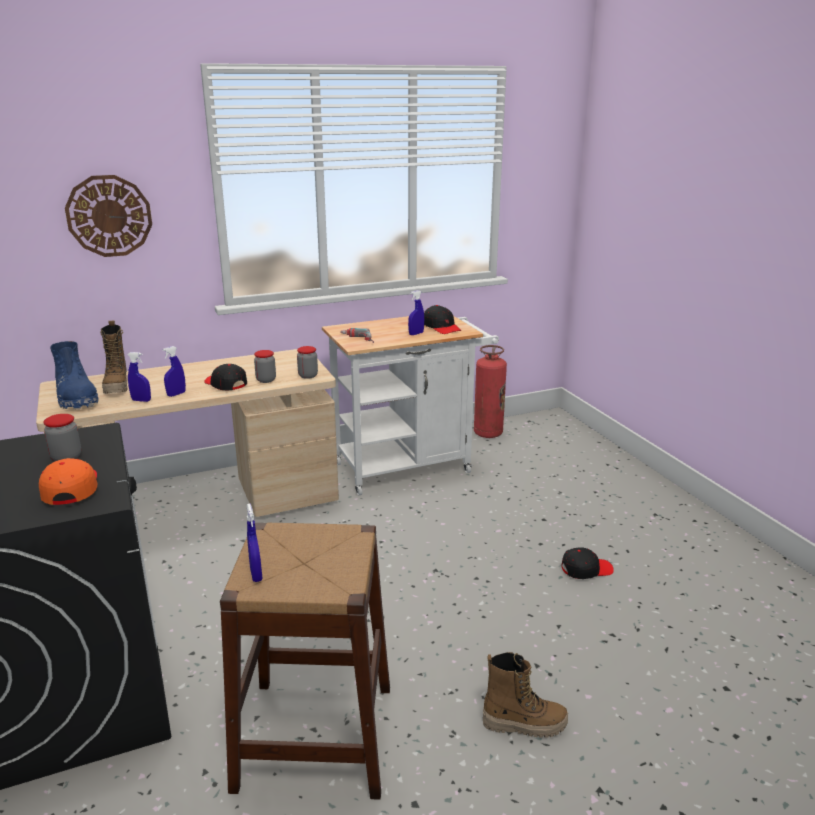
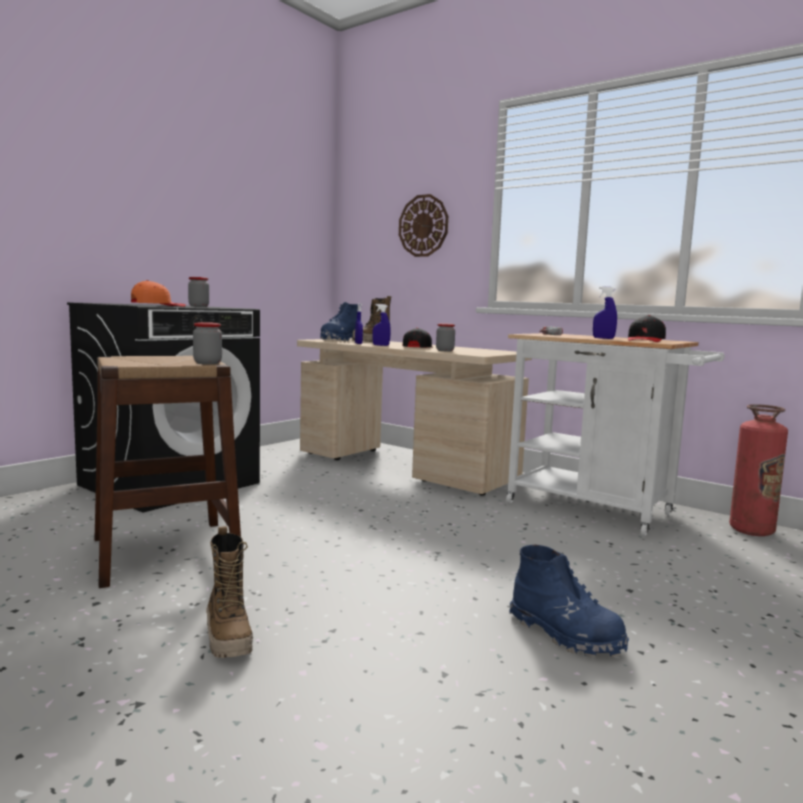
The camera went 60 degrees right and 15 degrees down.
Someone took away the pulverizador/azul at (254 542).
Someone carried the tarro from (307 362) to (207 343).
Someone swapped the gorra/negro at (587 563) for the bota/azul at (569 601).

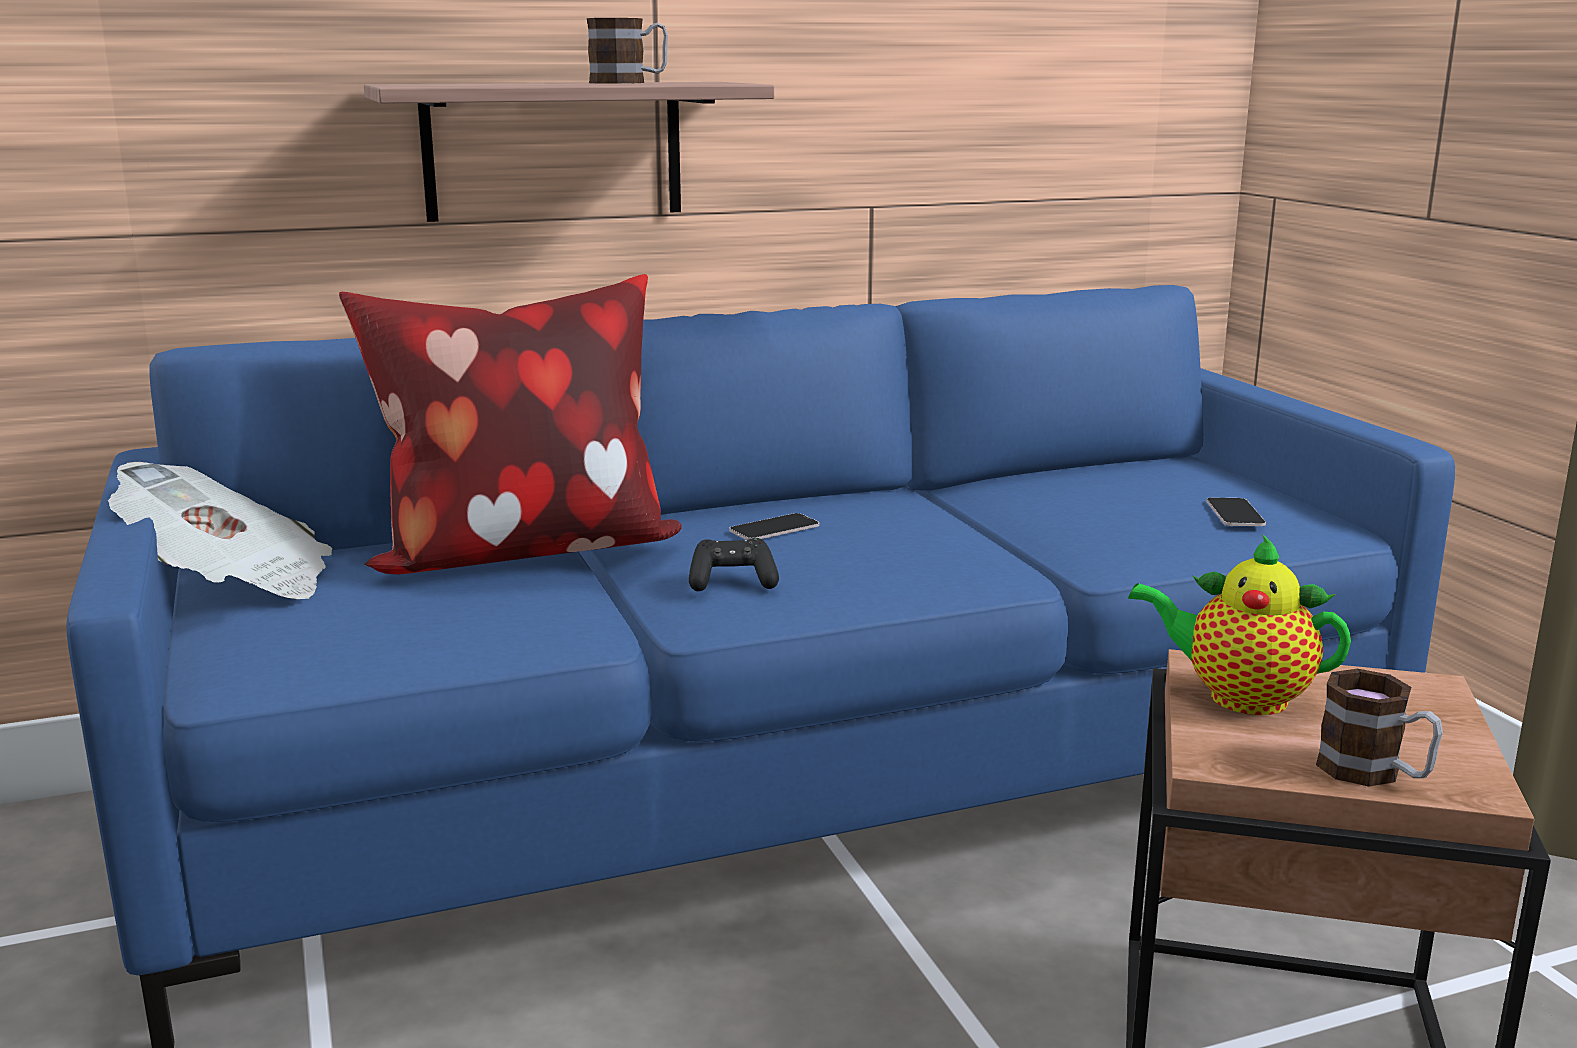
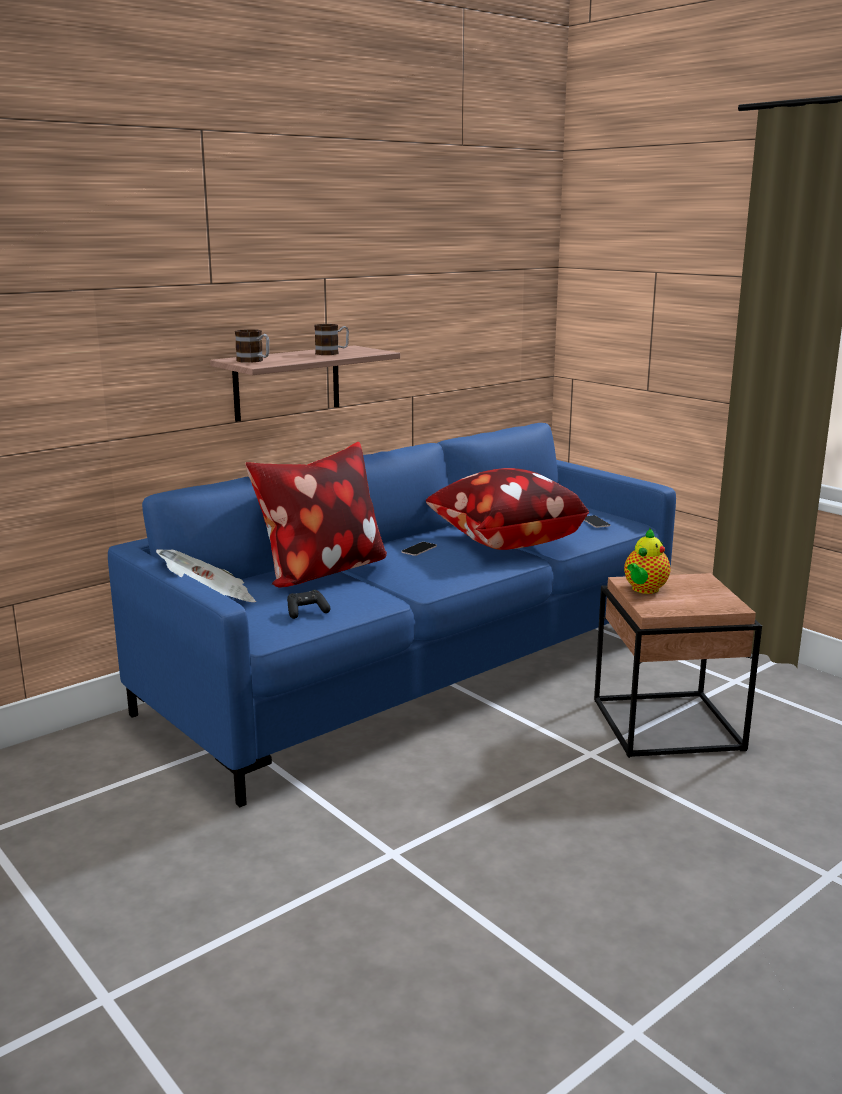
The camera went 20 degrees left and 0 degrees up.
Someone carried the mando de consola/negro from (734 564) to (308 604).
Someone rotated the tetera at (1239 625) by 60 degrees counterclockwise.
Someone carried the taza grande from (1379 728) to (252 346).
Someone put down the cojín at (507 509).

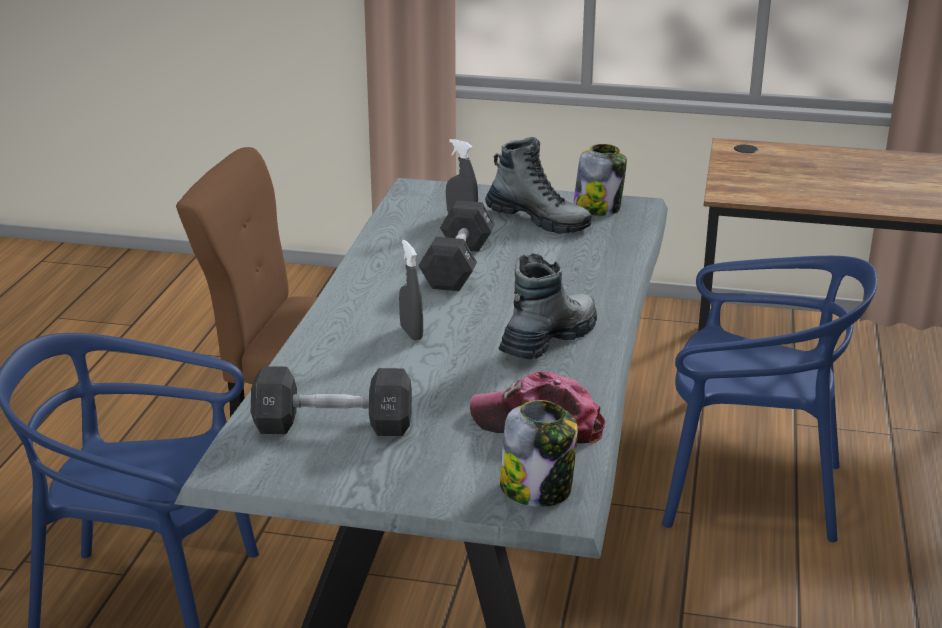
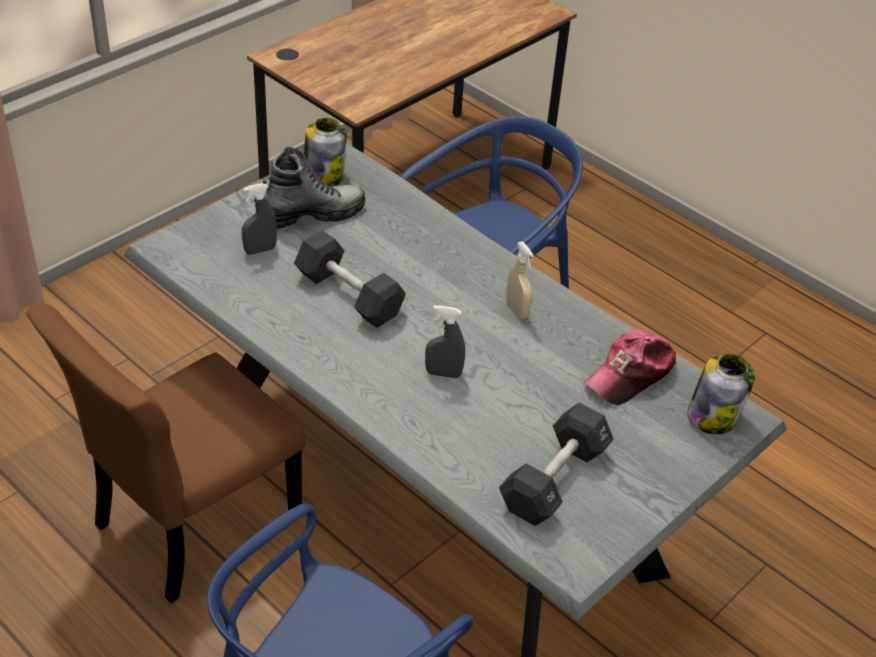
The camera went 60 degrees left and 15 degrees up.
Someone swapped the bota at (548 306) for the pulverizador/beis at (520 280).

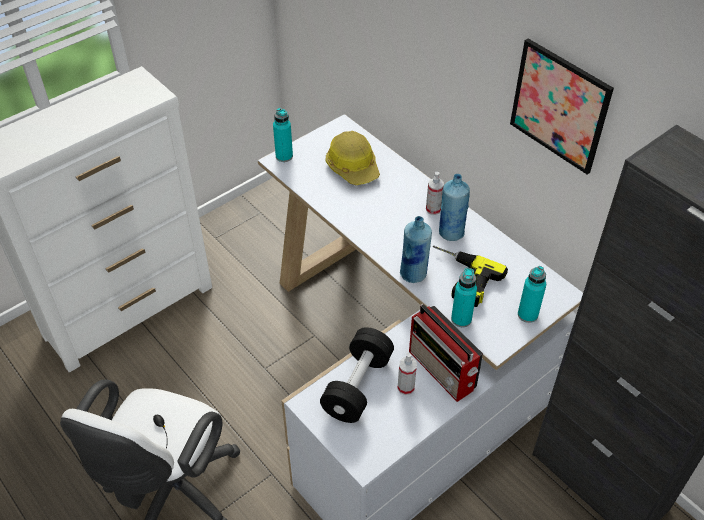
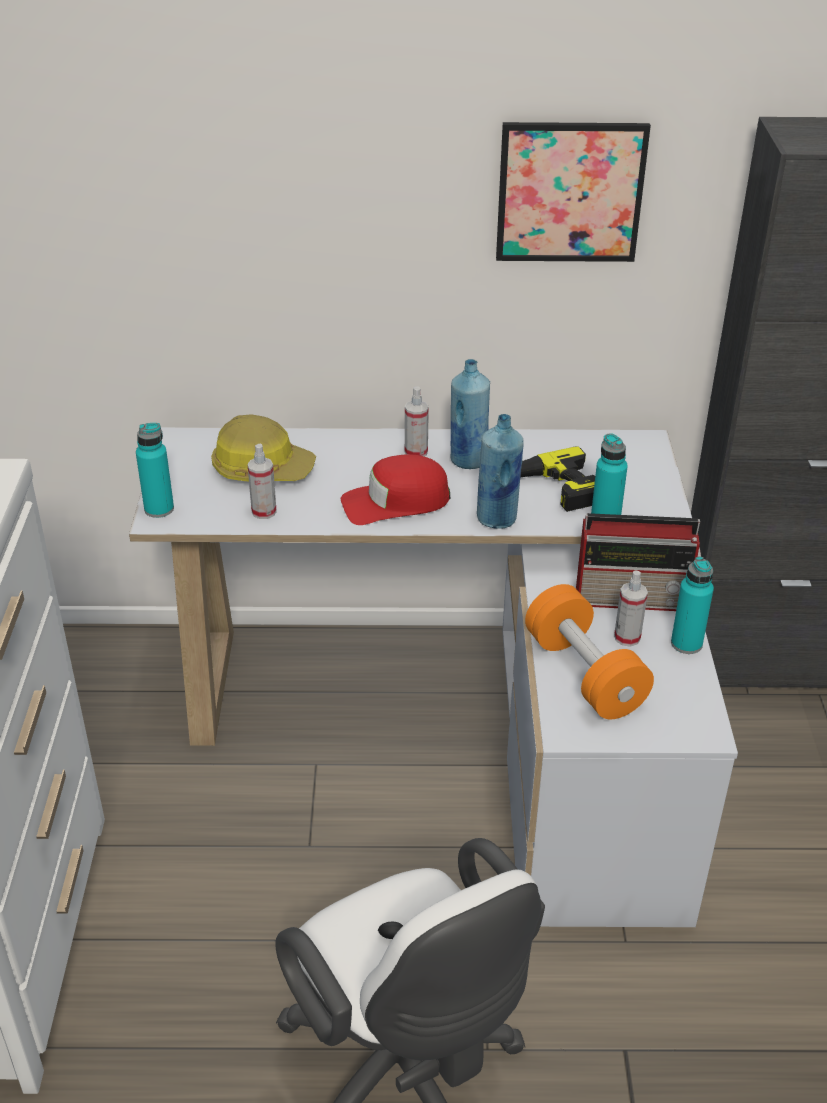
The camera went 50 degrees left and 10 degrees down.
Someone repainted the mancuerna/negro at (357 375), which became the mancuerna/naranja at (589 651).
Someone carried the botella/turquesa from (532 294) to (692 605).
Someone put down the pulverizador at (262 481).
Someone put down the gorra/rojo at (395 489).

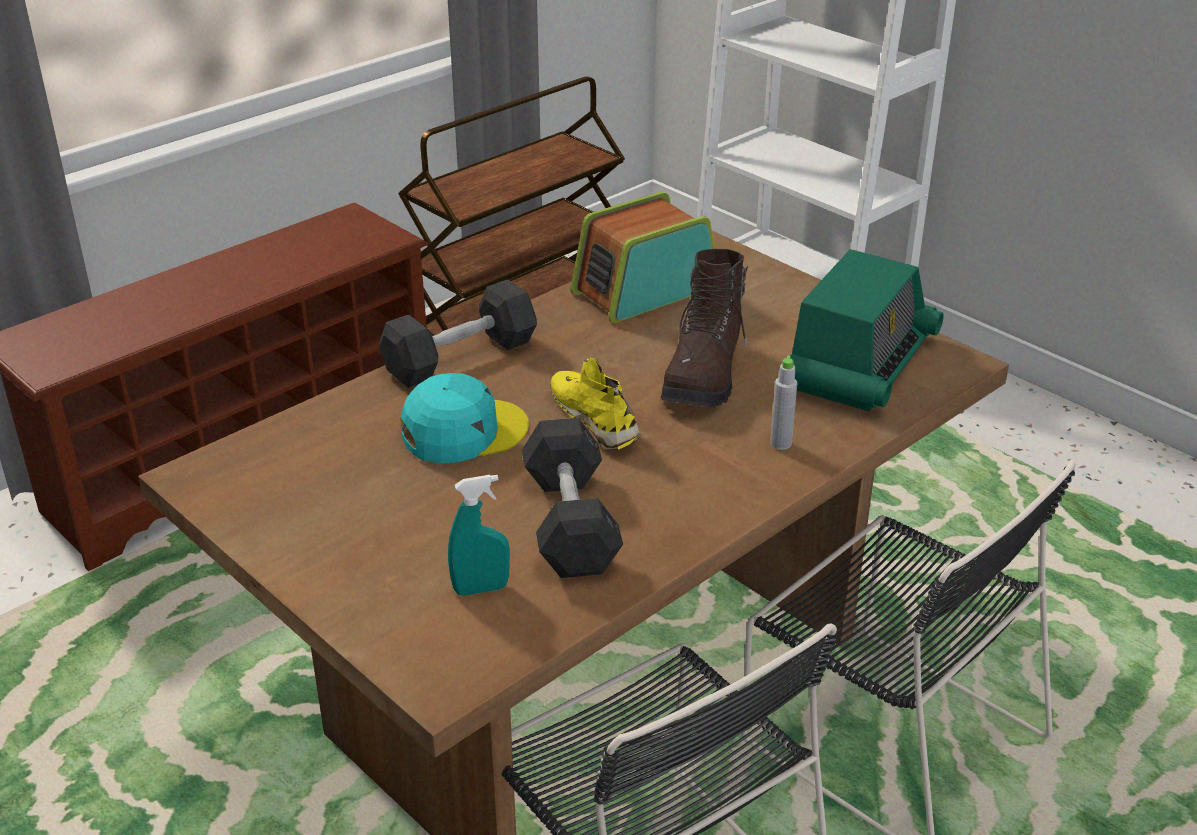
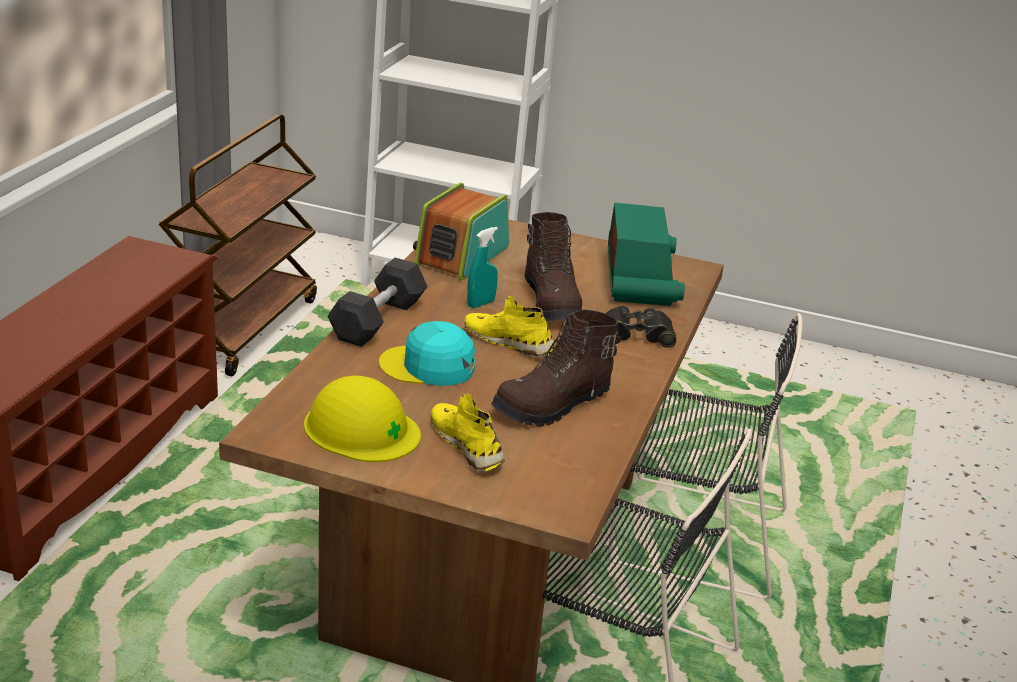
The camera went 30 degrees left and 5 degrees down.
Someone rotated the gorra/turquesa at (465 418) by 120 degrees counterclockwise.
Someone carried the pulverizador/turquesa from (479 535) to (482 267).
Someone swapped the mancuerna/gris at (572 498) for the bota/marrón at (556 368).
Someone swapped the botella/gris at (783 403) for the prismáticos/negro at (641 327).
Someone put down the casco/amarillo at (362 418).
Someone put down the zapato/amarillo at (468 433).

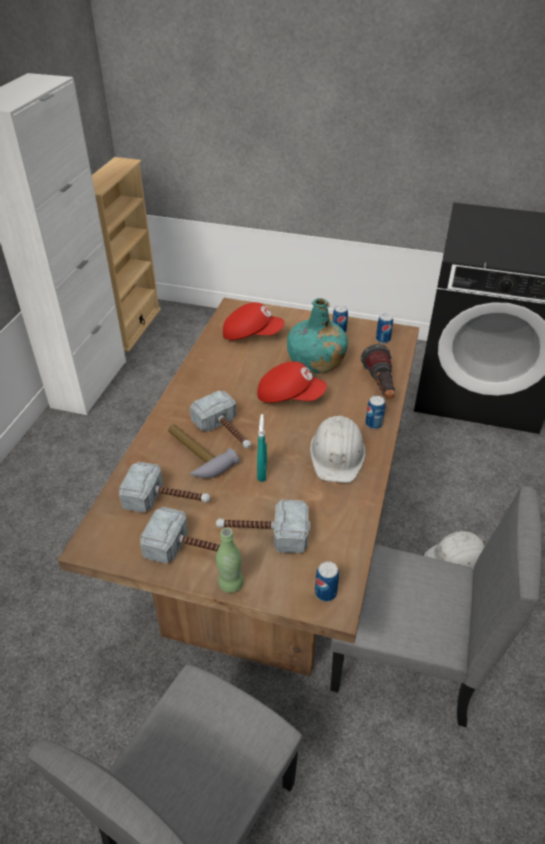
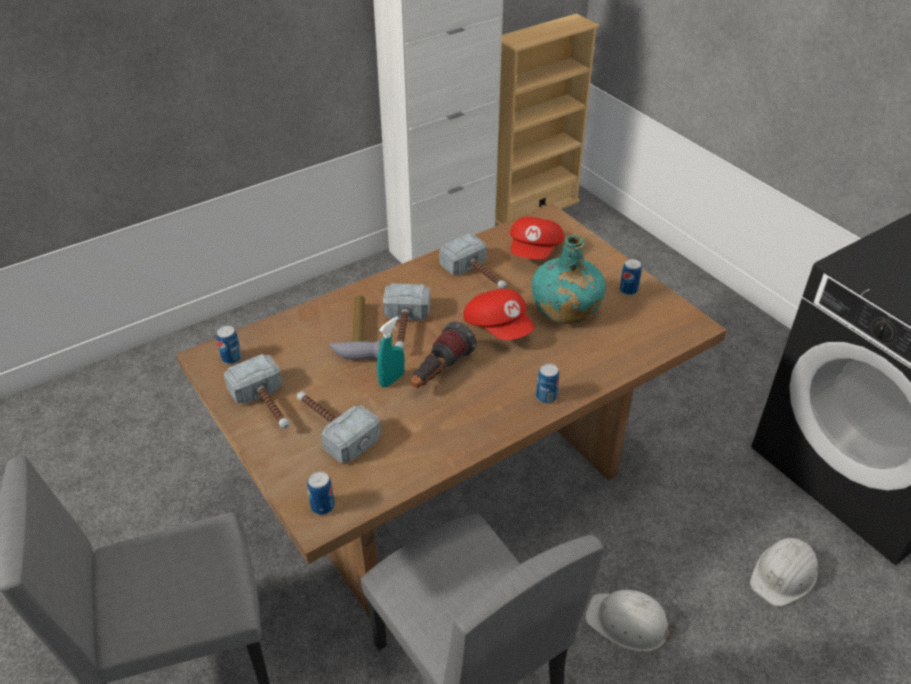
The camera went 40 degrees right and 0 degrees up.
Someone carried the martillo from (164 487) to (473 261).
Someone took away the botella/verde at (229 560).
Someone rotated the gorra/rojo at (253 321) by 60 degrees clockwise.
Someone carried the casco/blanco from (338 449) to (784 572).
Someone carried the linterna from (378 371) to (444 355).
Someone carried the lata from (384 328) to (229 345).

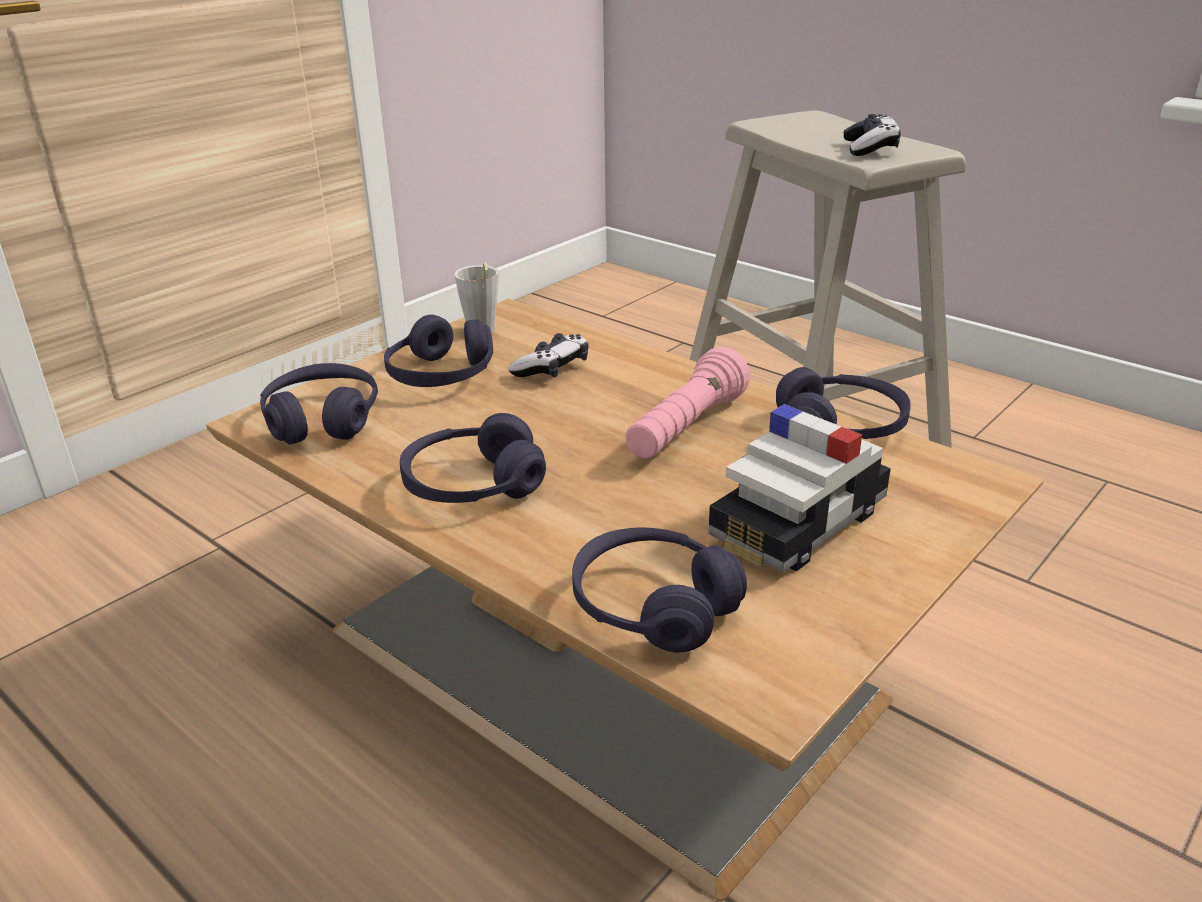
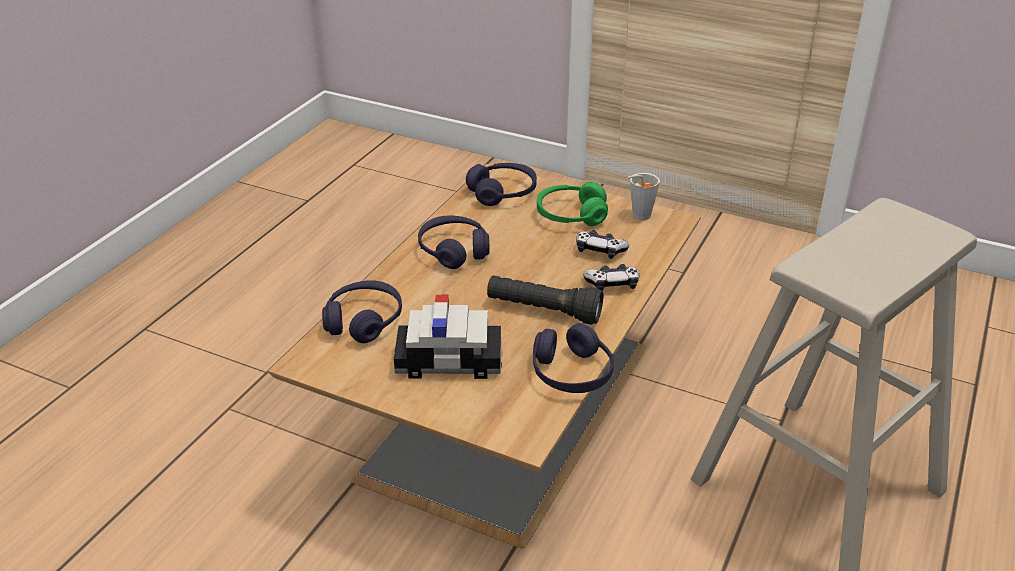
The camera went 75 degrees right and 5 degrees up.
Someone repainted the auriculares/morado at (438 351), which became the auriculares/verde at (572 204).
Someone repainted the linterna/rosa at (688 403), which became the linterna/negro at (545 300).
Someone rotated the coche de juguete at (799 488) by 150 degrees clockwise.
Someone carried the mando de consola from (872 135) to (611 277).

